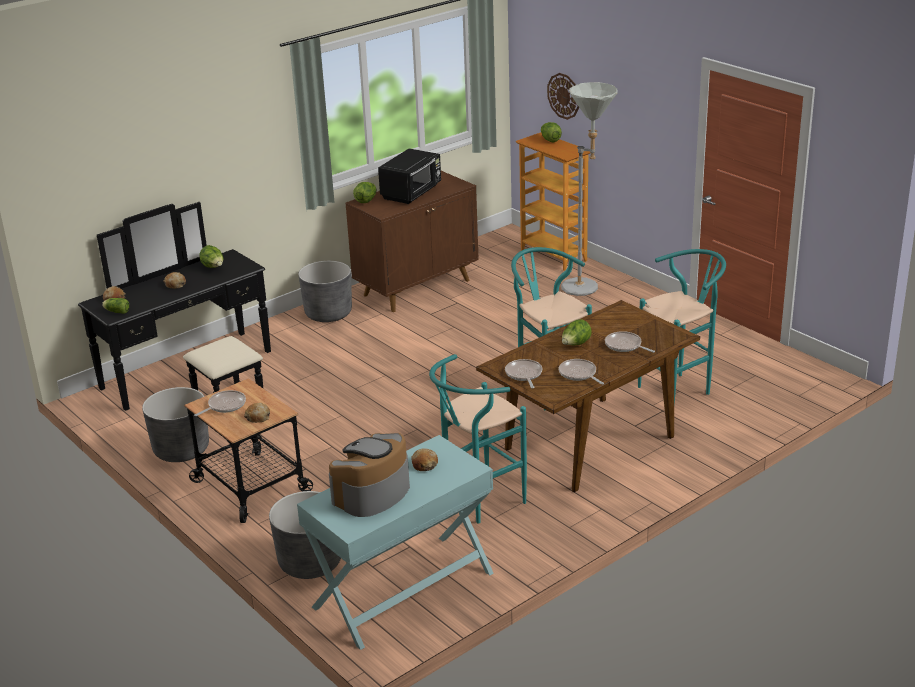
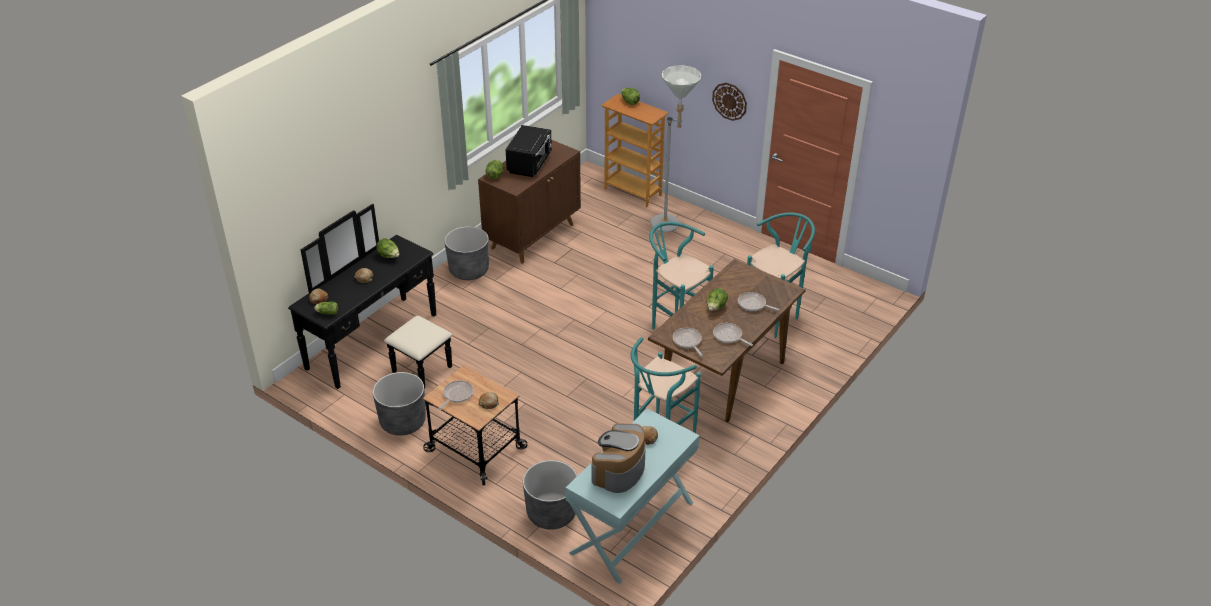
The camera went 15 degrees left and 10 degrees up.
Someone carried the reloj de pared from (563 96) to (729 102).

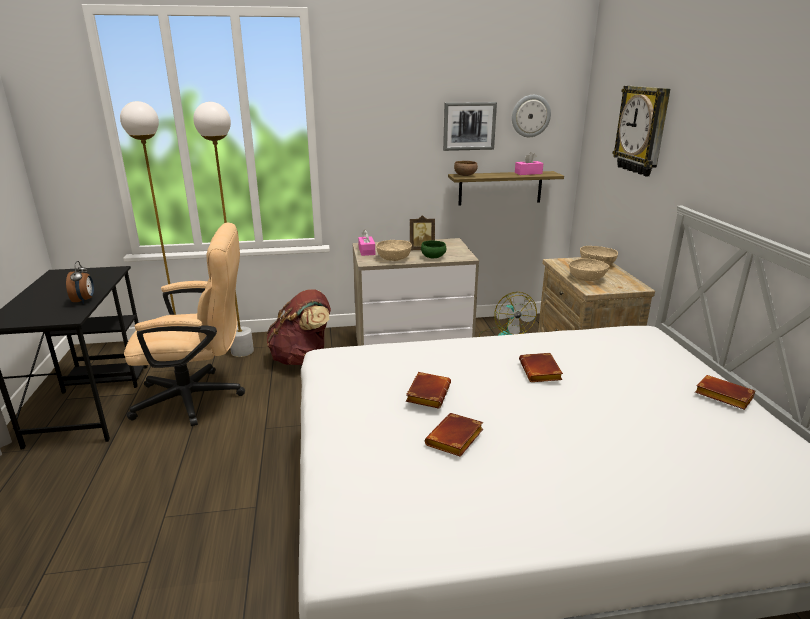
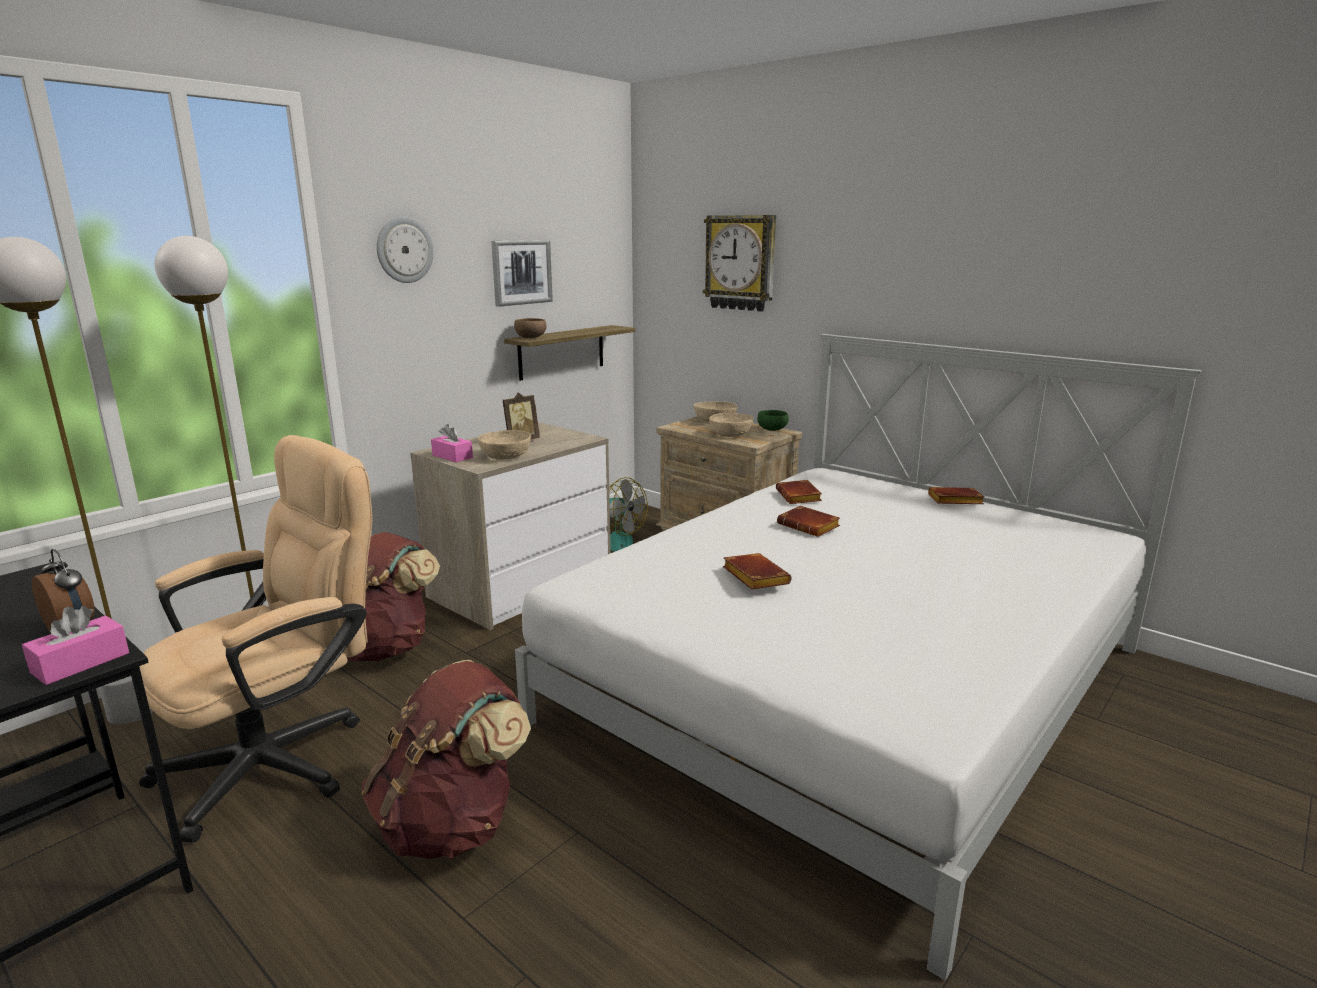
The camera went 40 degrees left and 5 degrees down.
Someone carried the cuenco/verde from (433 249) to (773 420).
Someone carried the libro/marrón from (454 435) to (799 492).
Someone carried the reloj de pared from (531 116) to (405 249).
Someone carried the caja de pañuelos/rosa from (529 163) to (75 645).
Someone put down the mochila/marrón at (446 759).

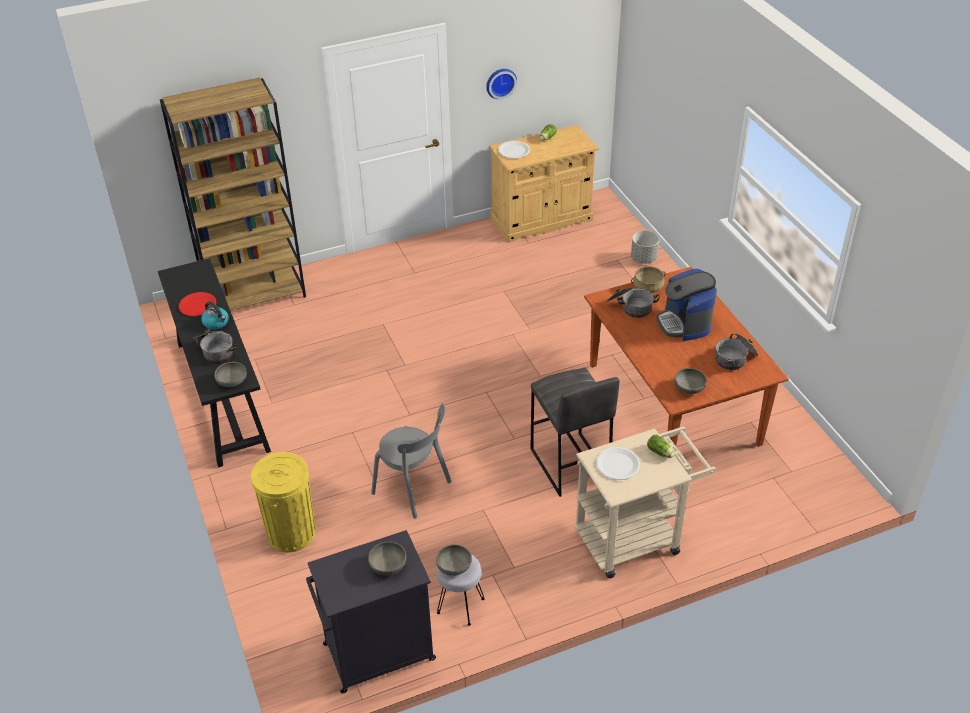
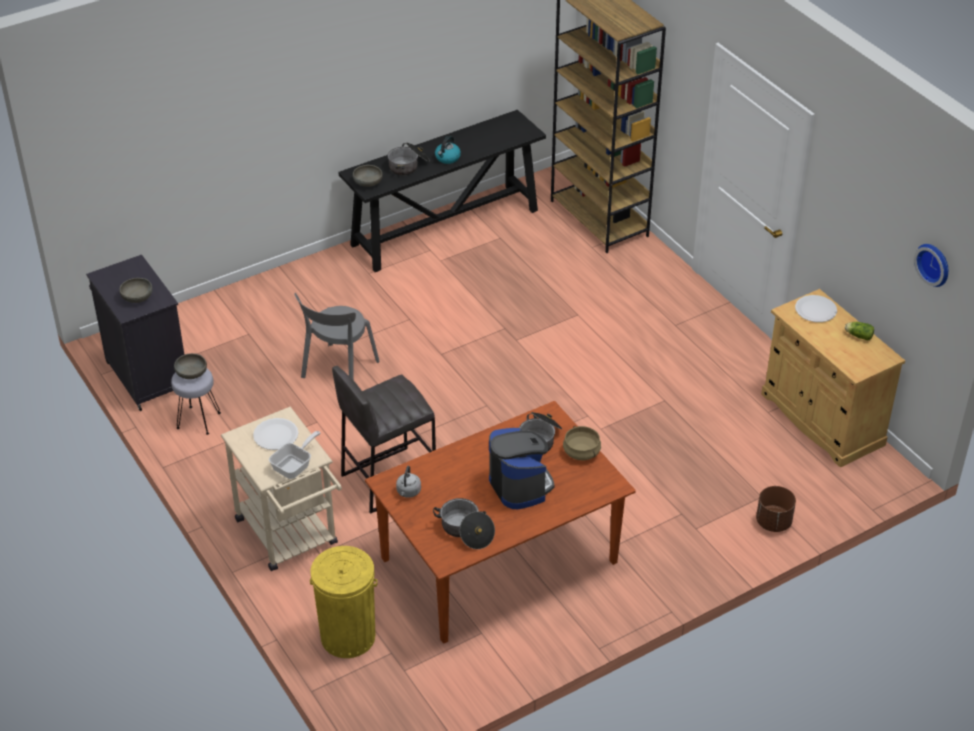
The camera went 80 degrees right and 0 degrees up.
Someone took away the plato/rojo at (197 304).
Someone carried the papelera/amarillo from (283 502) to (344 602).
Someone carried the reloj de pared from (501 84) to (931 265).
Someone repainted the maceta/gris at (645 247), which became the maceta/marrón at (776 509).
Someone swapped the lechuga at (661 446) for the sartén at (294 455).
Someone rotated the cafetera at (687 305) by 90 degrees clockwise.
Someone swapped the cuenco/gris at (690 381) for the hervidor/gris at (408 482).

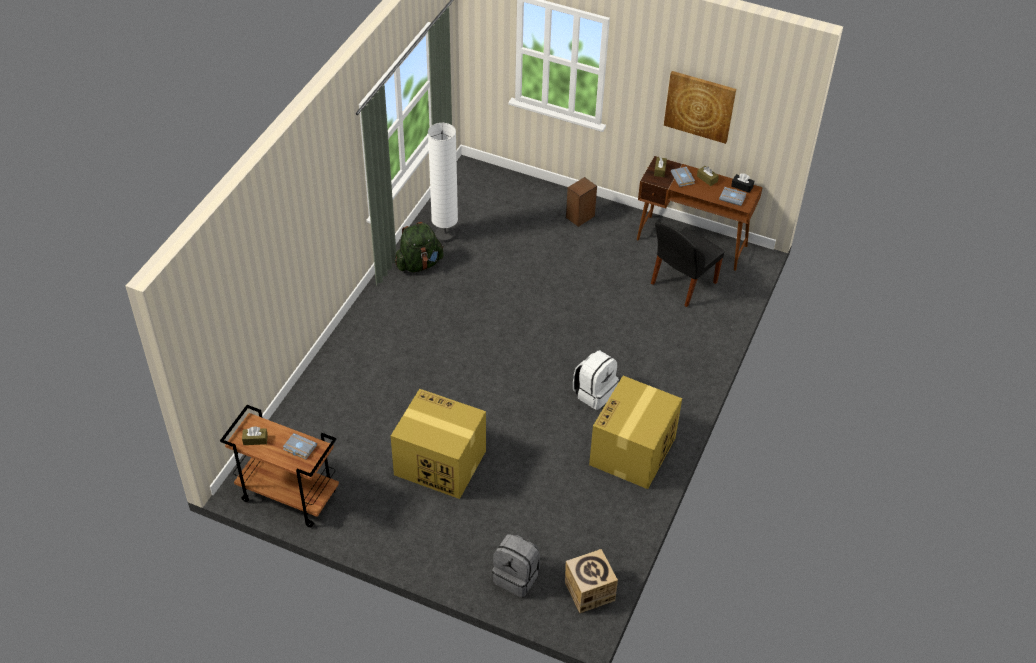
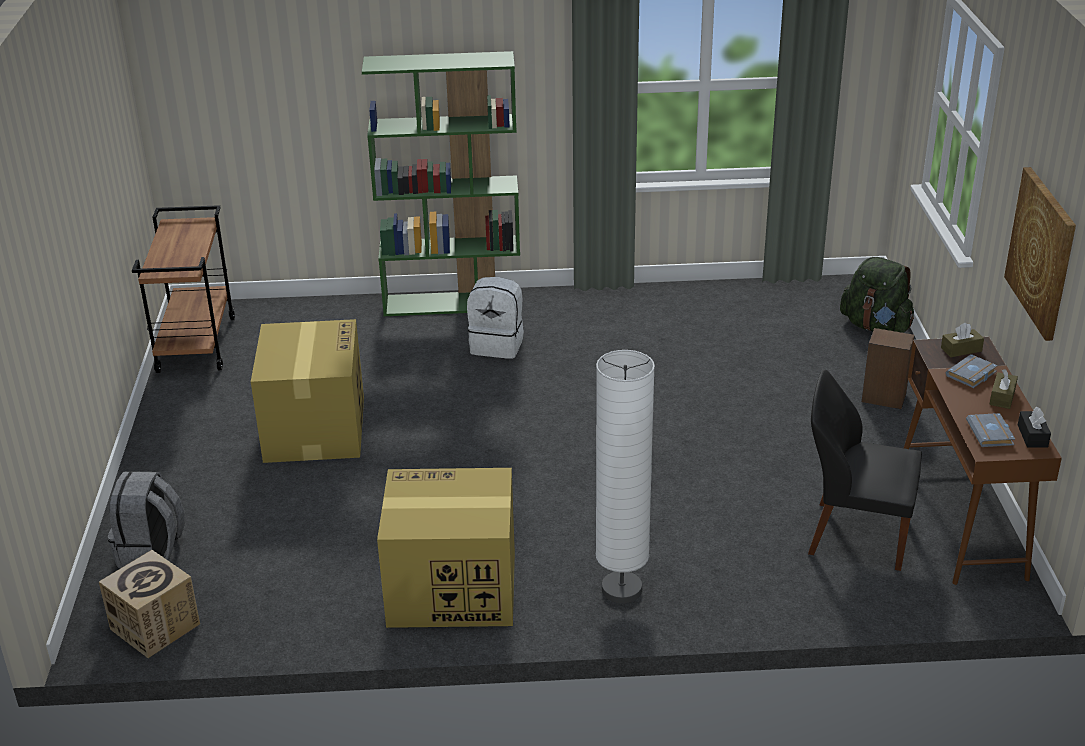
The camera went 65 degrees right and 15 degrees down.
Someone took away the caja de pañuelos/marrón at (255 436).
Someone took away the libro/gris at (300 446).
Someone carried the mochila/verde from (419 247) to (877 295).
Someone carried the lámpara de pie/blanco from (443 183) to (625 476).
Someone carried the mochila/blanco from (596 380) to (495 318).
Someone put down the estantería/verde at (441 183).

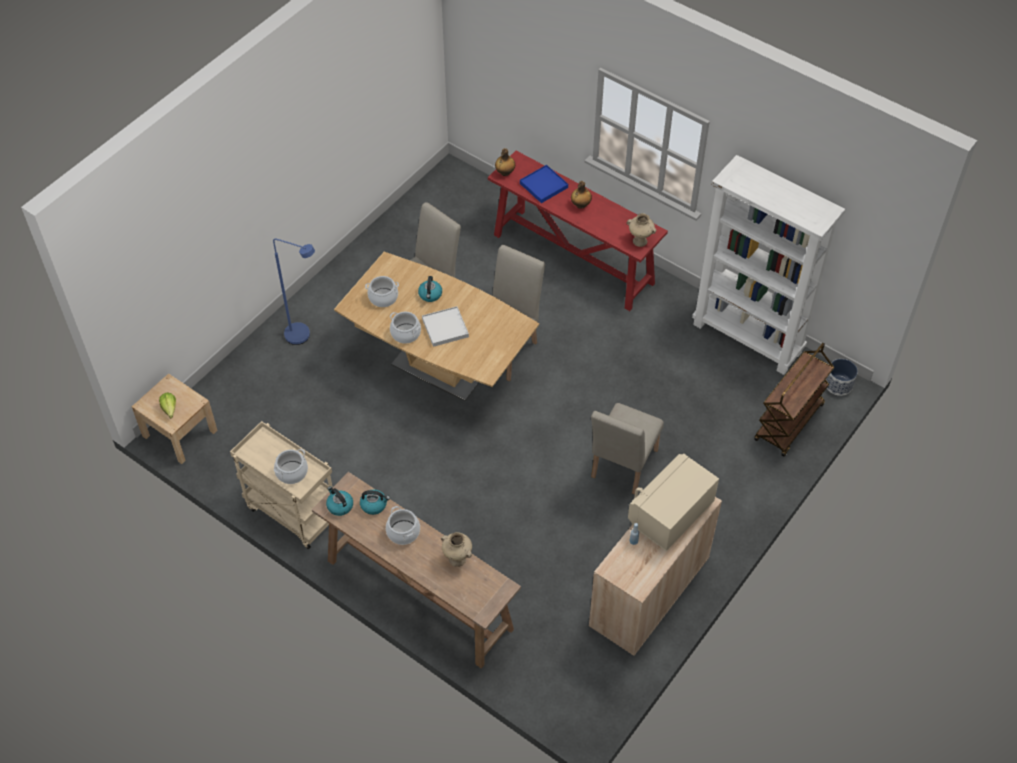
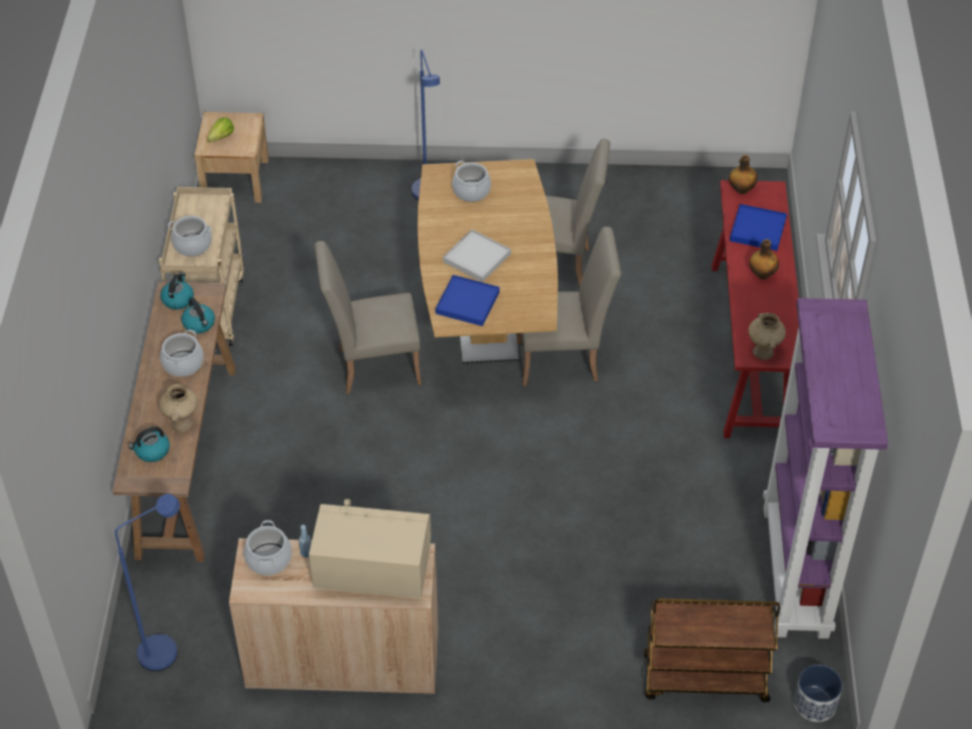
The camera went 55 degrees right and 5 degrees down.
Someone carried the olla from (405 328) to (268 548).
Someone carried the hervidor from (430 289) to (149 444).
Someone carried the silla/beis from (627 449) to (367 317).
Someone repainted the estantería/blanco at (768 265), which became the estantería/morado at (825 468).
Someone put down the lámpara de pie/azul at (147 582).
Someone put down the bandeja/azul at (467 300).

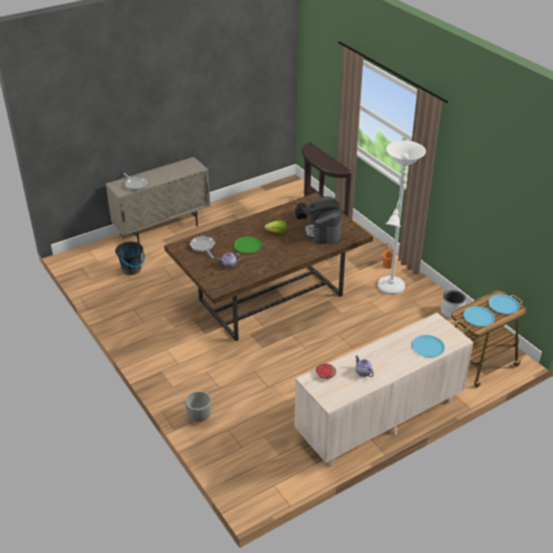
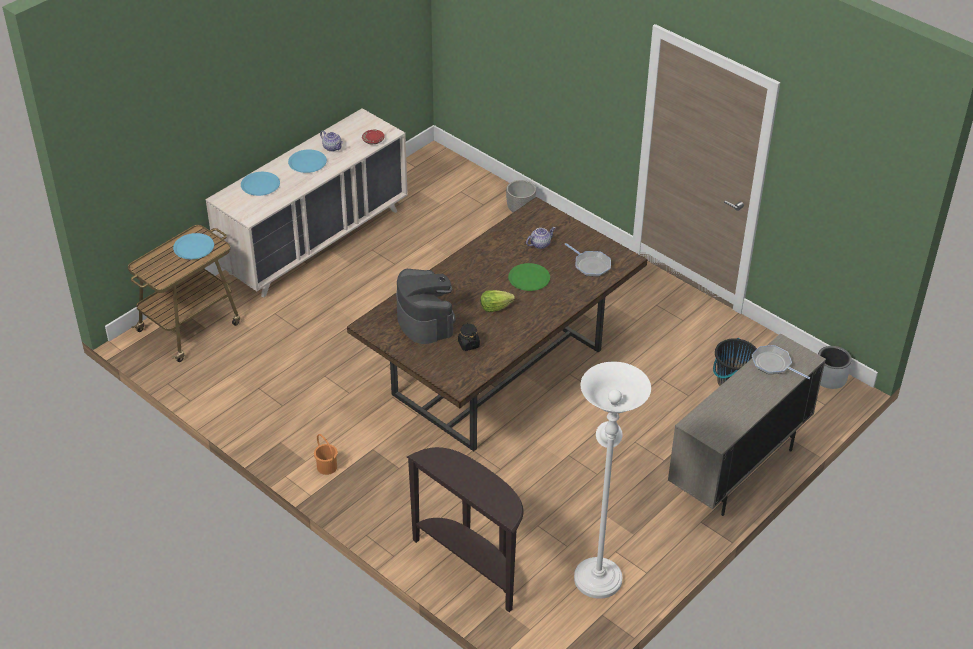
The camera went 165 degrees right and 5 degrees up.
Someone carried the lámpara de pie/blanco from (402 217) to (612 480).
Someone carried the maceta/gris from (453 304) to (835 367).
Someone carried the plato/azul from (504 304) to (307 161).

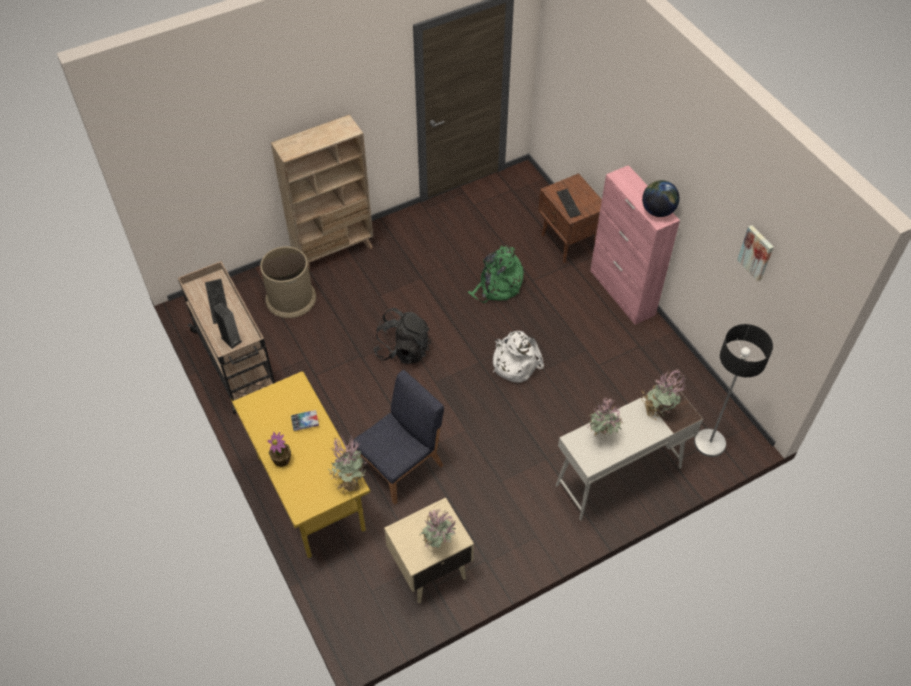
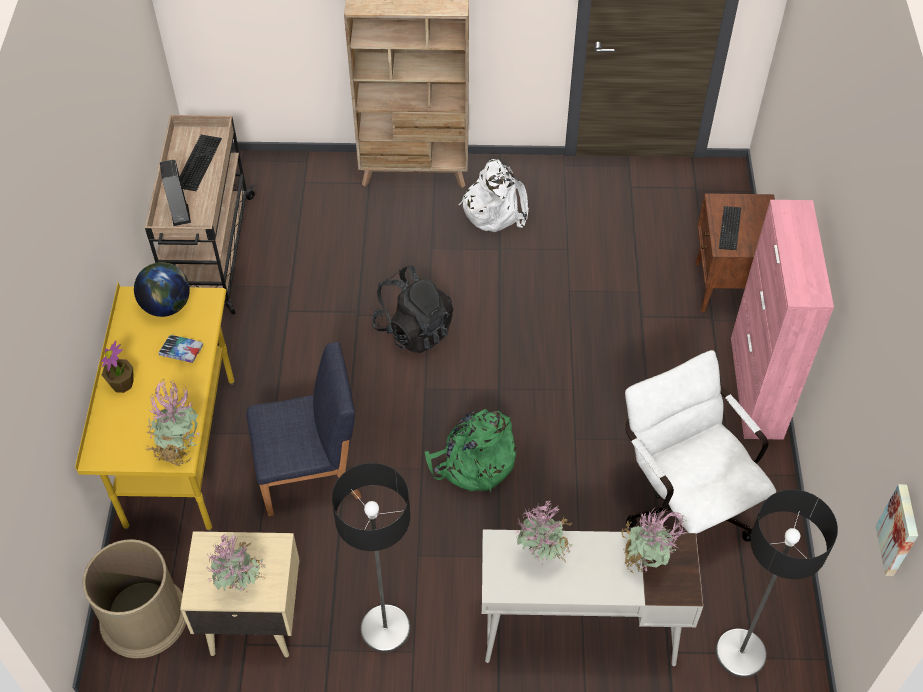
The camera went 30 degrees right and 0 degrees up.
Someone carried the papelera/marrón from (288 282) to (134 599).
Someone carried the mochila/verde from (496 274) to (470 450).
Someone carried the mochila/blanco from (518 357) to (493 195).
Someone carried the globo terráqueo from (661 198) to (162 289).
Someone carried the cuadro from (755 253) to (897 530).
Someone put down the lámpara de pie at (370 557).
Someone put down the silla de oficina/blanco at (700 446).

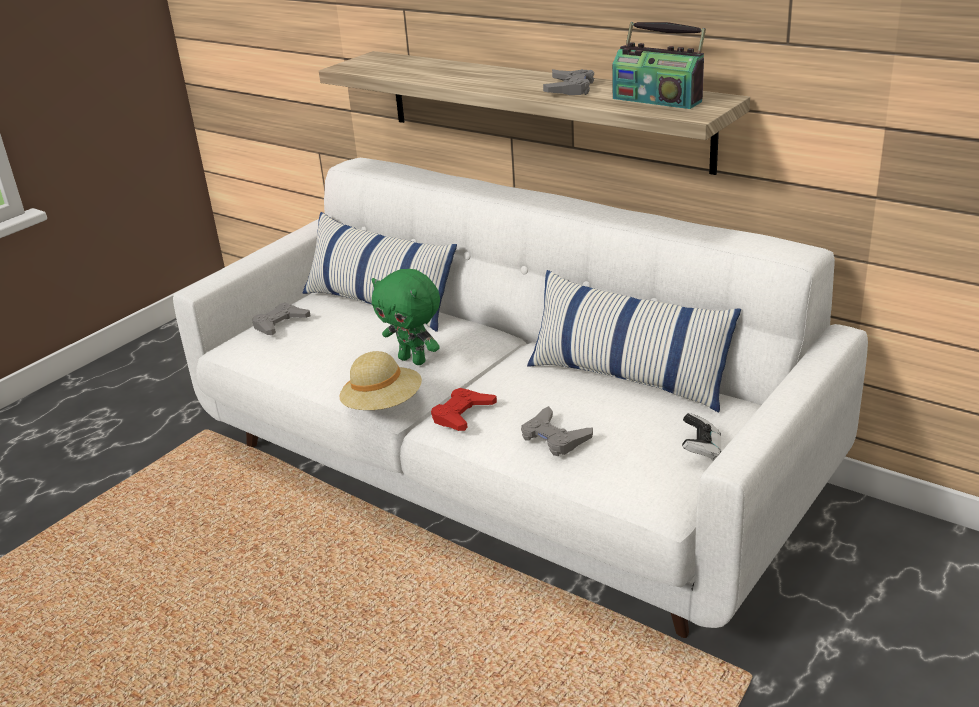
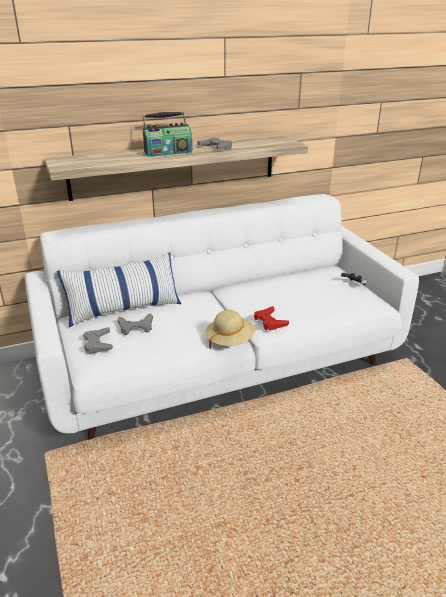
The camera went 60 degrees left and 0 degrees up.
Someone took away the peluche/verde at (406 317).
Someone carried the mando de consola/gris from (557 431) to (135 324).
Someone took away the cojín at (634 341).
Someone carried the radio from (659 65) to (167 134).

